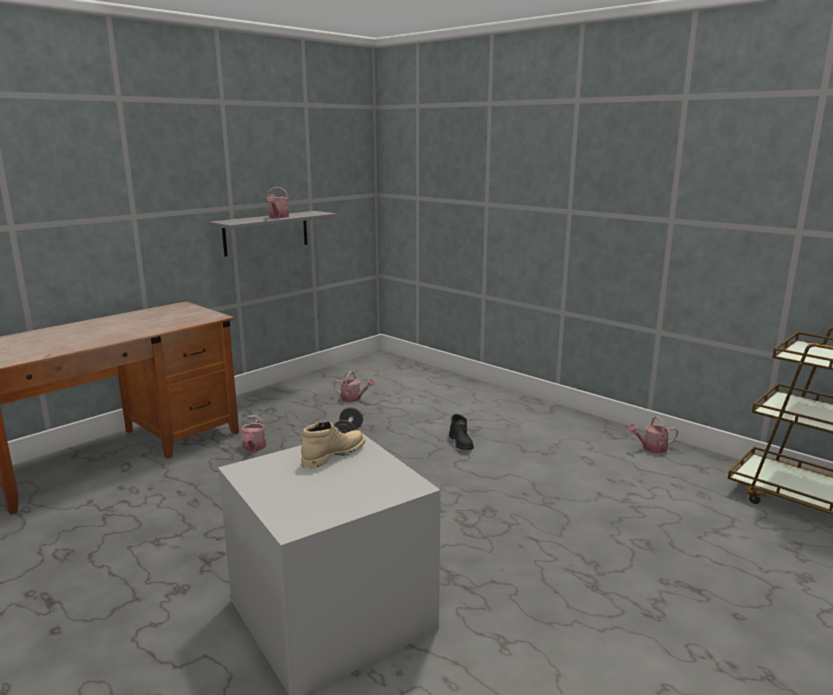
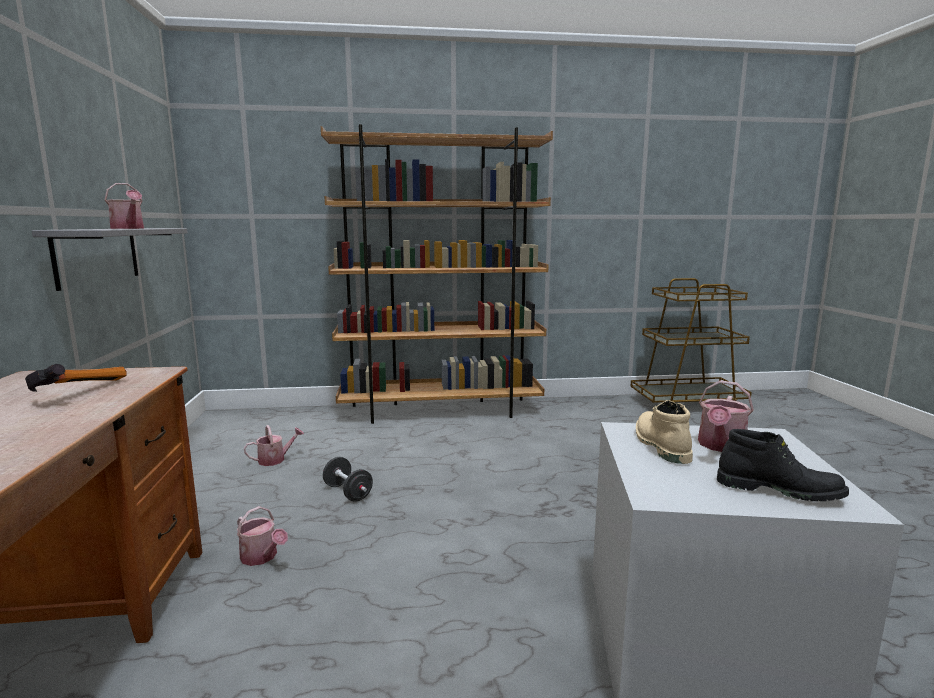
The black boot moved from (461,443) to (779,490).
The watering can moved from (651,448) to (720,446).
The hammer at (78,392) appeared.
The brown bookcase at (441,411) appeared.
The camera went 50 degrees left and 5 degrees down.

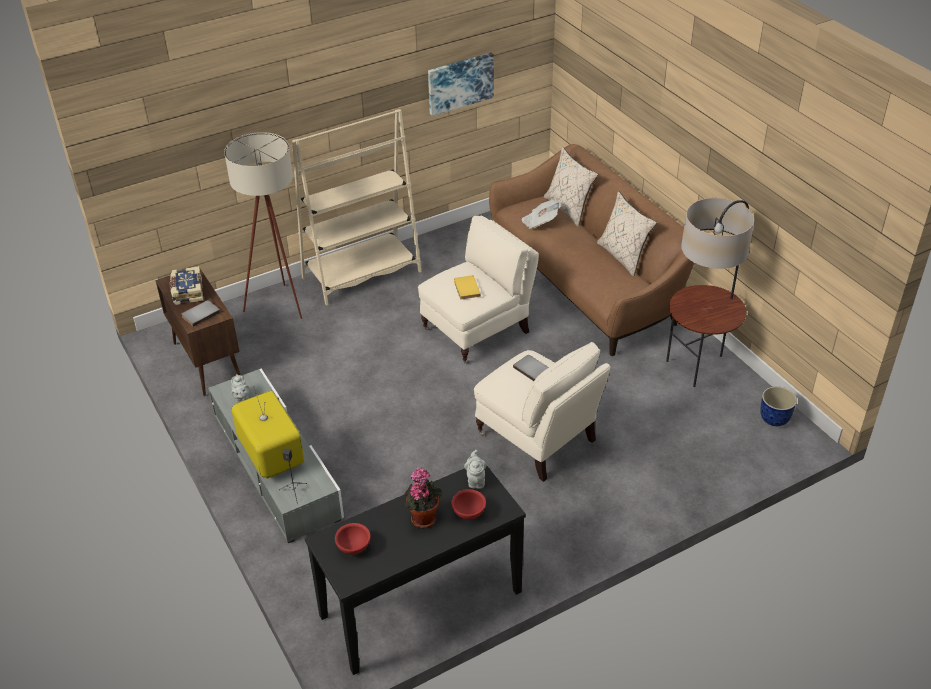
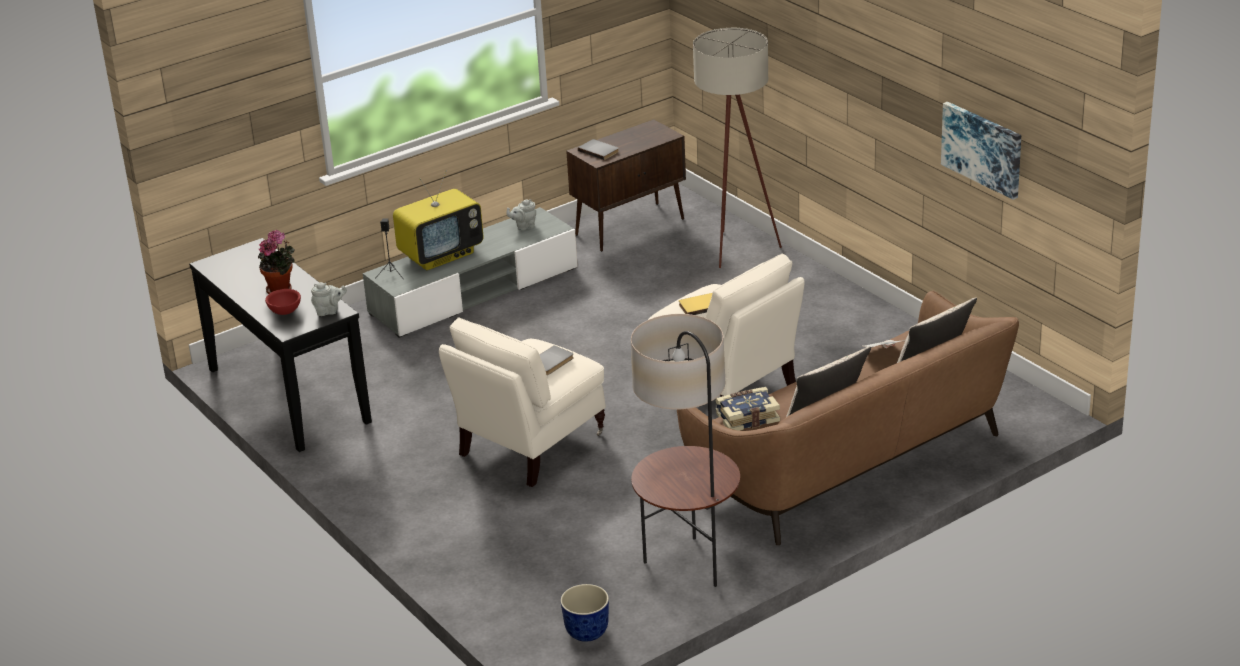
The book moved from (187,292) to (747,417).
The beige bookcase at (362,275) disappeared.
The red bowl at (354,548) disappeared.
The camera went 85 degrees right and 10 degrees down.

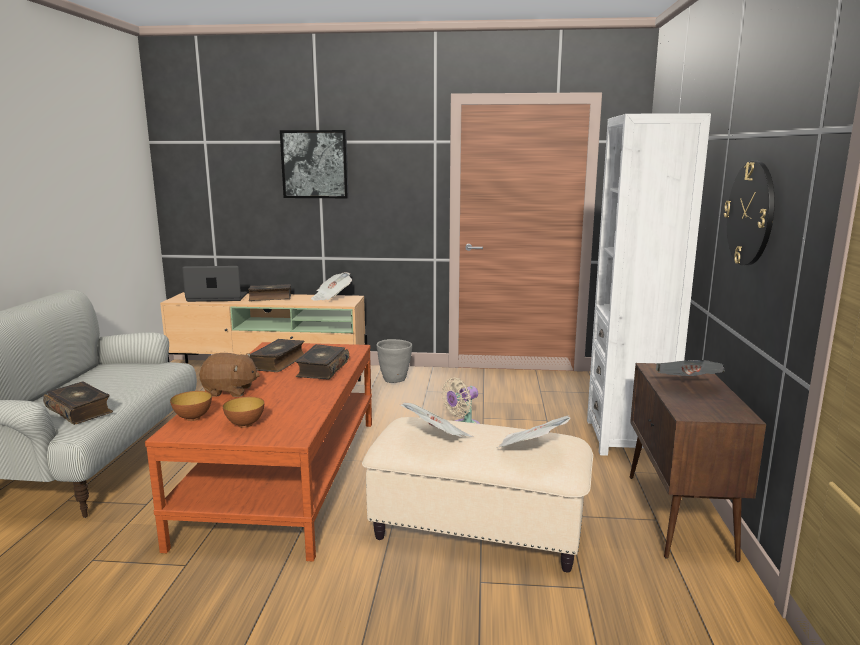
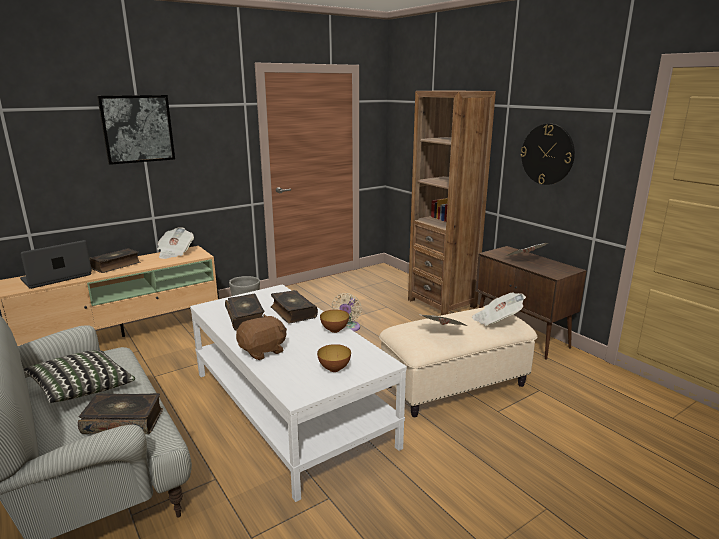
The brown coffee table at (286,476) became the white coffee table at (289,407).
The bowl moved from (193,418) to (334,330).
The white bookcase at (627,438) became the brown bookcase at (442,303).
The pillow at (82,389) appeared.
The camera went 40 degrees left and 5 degrees up.

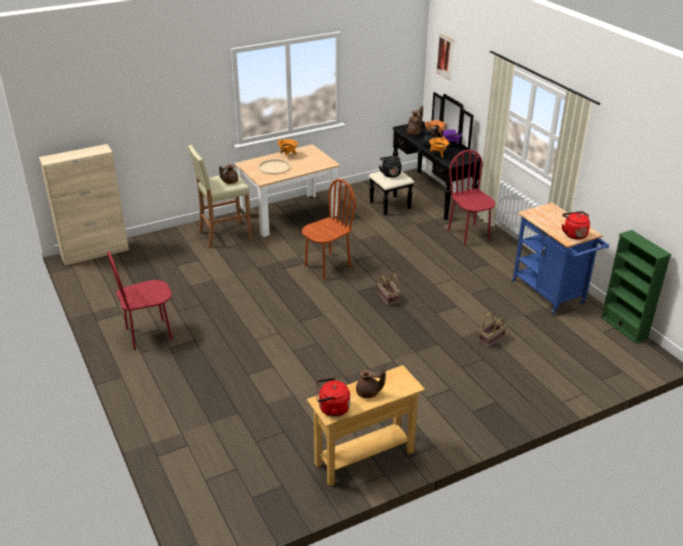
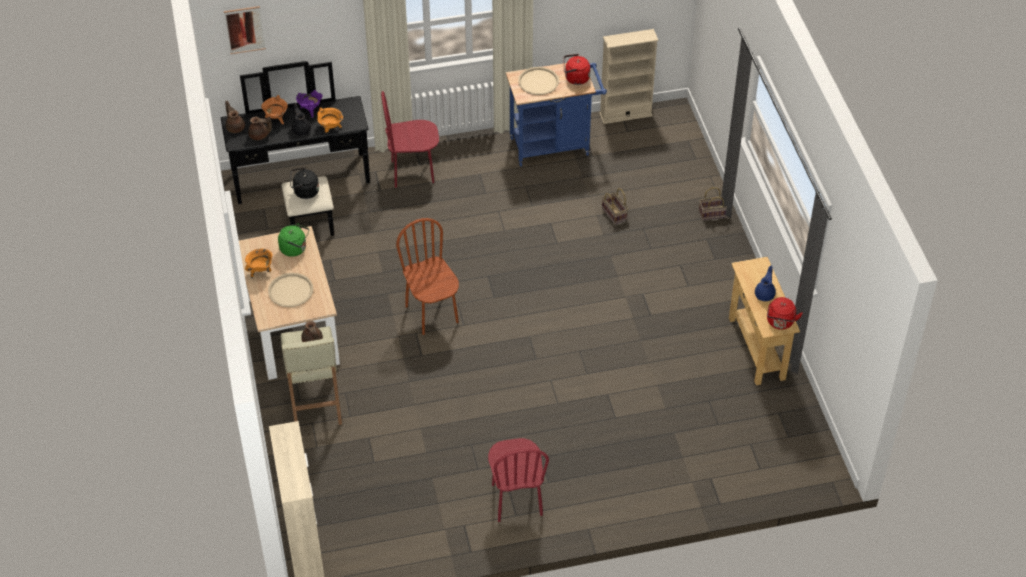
The brown teapot at (368,393) became the blue teapot at (765,294).
The basket moved from (388,298) to (713,213).
The green bookcase at (624,327) became the beige bookcase at (625,114).
The green kettle at (295,249) appeared.
The beige tray at (538,81) appeared.
The camera went 75 degrees left and 15 degrees up.

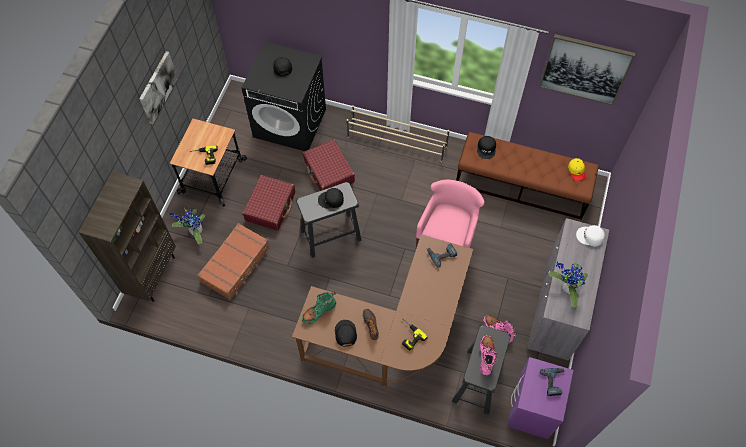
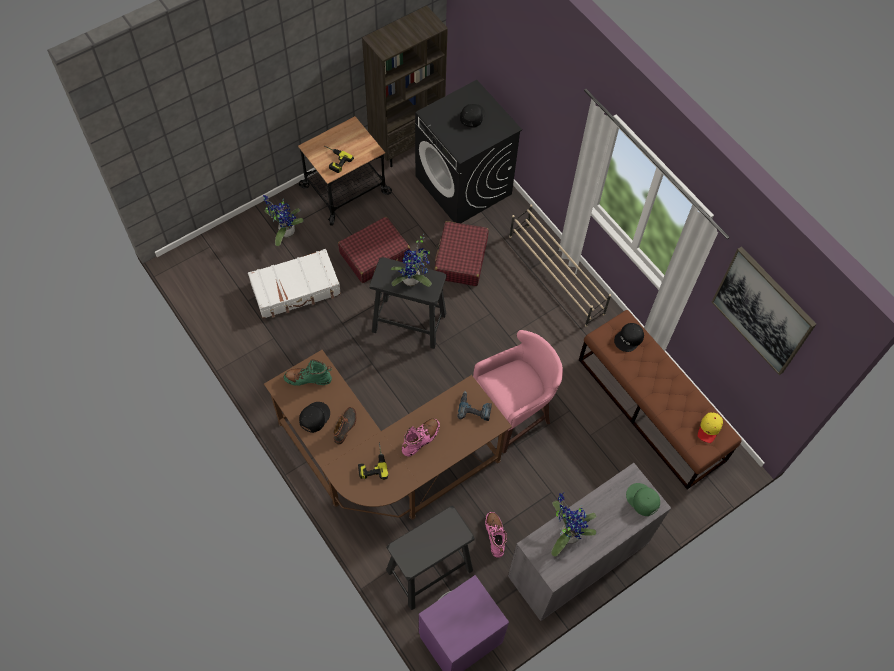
The brown bookcase moved from (152,275) to (406,145).
The picture at (157,87) disappeared.
The brown suitcase at (236,265) became the white suitcase at (296,289).
The black cap at (331,200) was replaced by the potted plant at (413,280).
The pink boot moved from (486,356) to (421,439).
The power drill at (554,382) disappeared.
The white cap at (590,237) became the green cap at (642,500).
The camera went 35 degrees right and 0 degrees up.

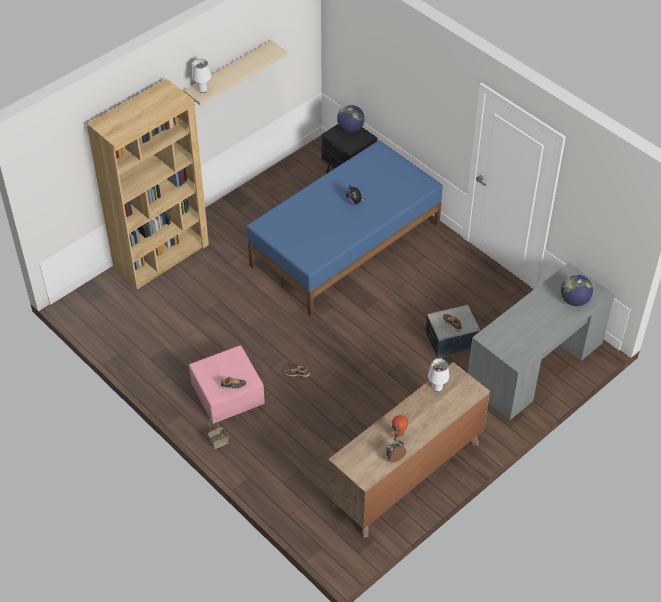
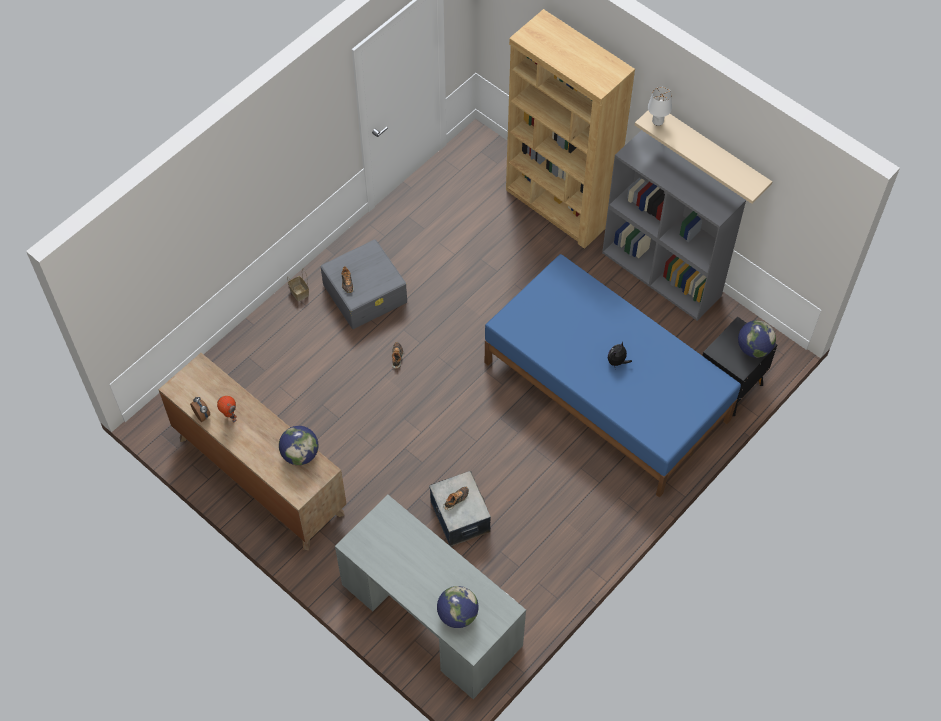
The pink storage box at (227,392) became the grey storage box at (365,293).
The white table lamp at (437,388) was replaced by the globe at (300,454).
The grey bookcase at (662,274) appeared.
The camera went 85 degrees right and 10 degrees up.

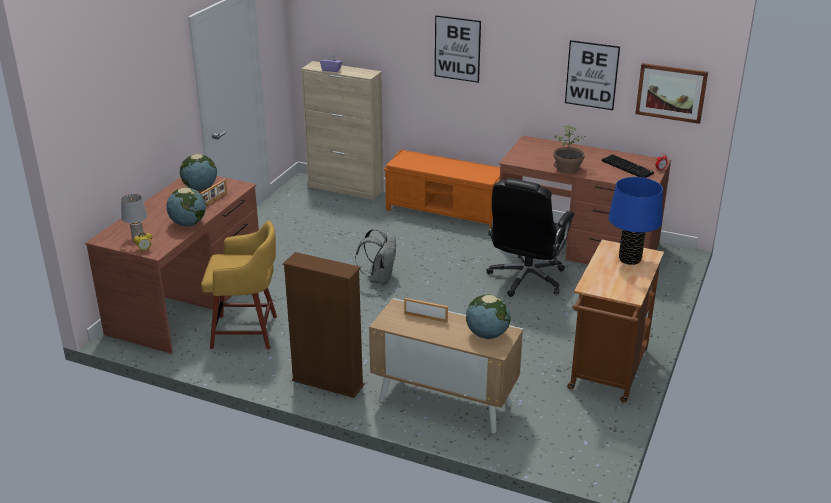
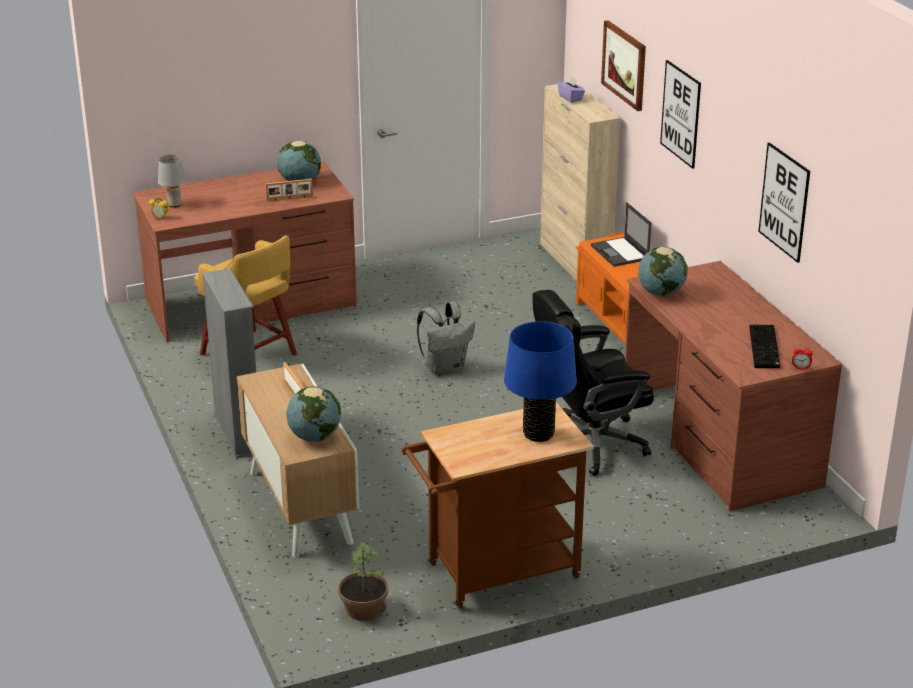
The globe moved from (188,223) to (661,293).
The brown bookcase at (328,383) became the grey bookcase at (238,434).
The potted plant moved from (567,169) to (363,609).
The picture moved from (671,92) to (624,65).
The laptop at (620,252) appeared.
The camera went 45 degrees right and 0 degrees up.

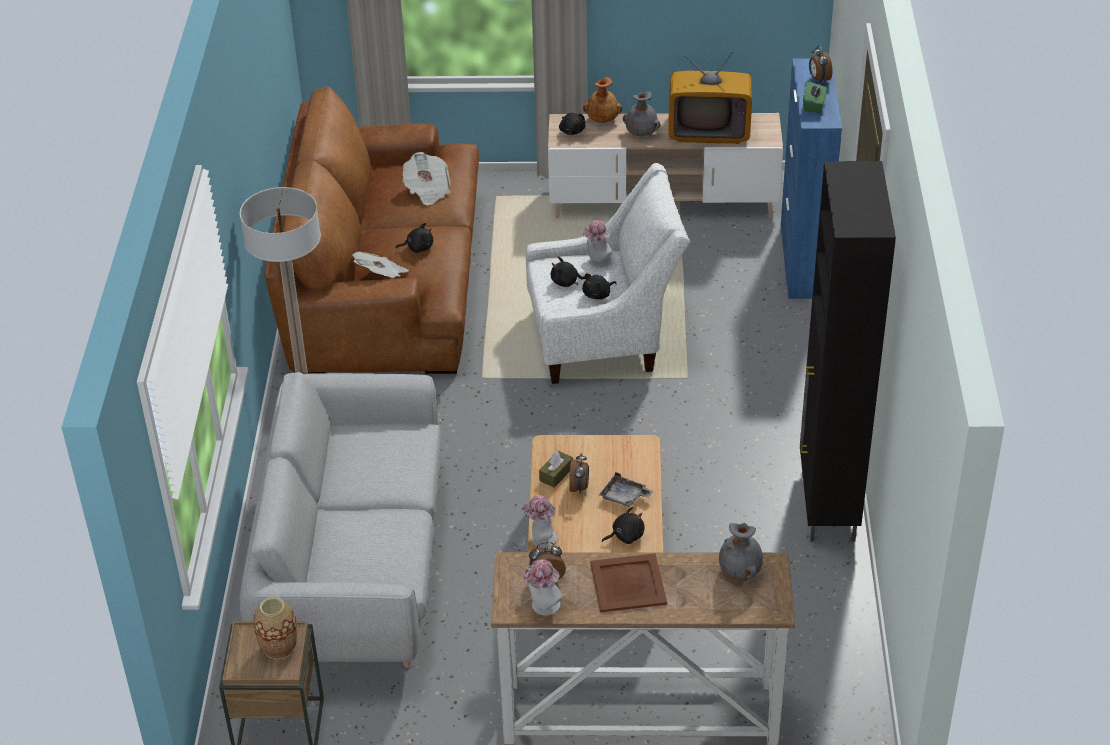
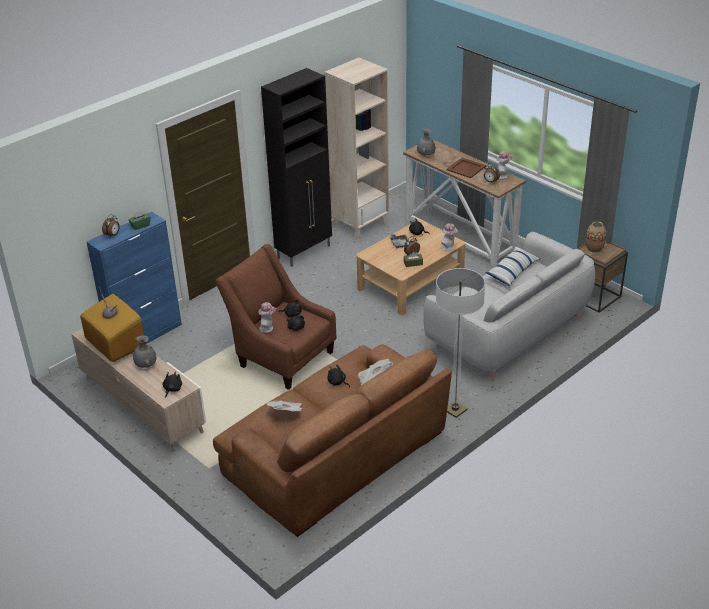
The white armchair at (604,339) became the brown armchair at (281,356).
The brown vase at (602,119) disappeared.
The beige bookcase at (360,225) appeared.
The pillow at (512,271) appeared.
The camera went 135 degrees left and 5 degrees down.

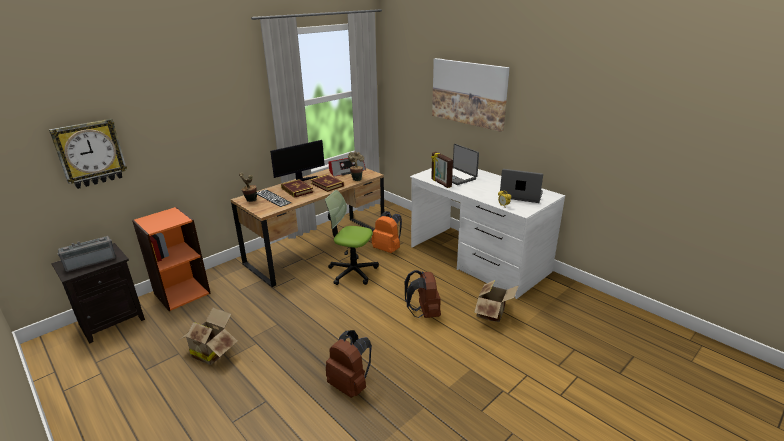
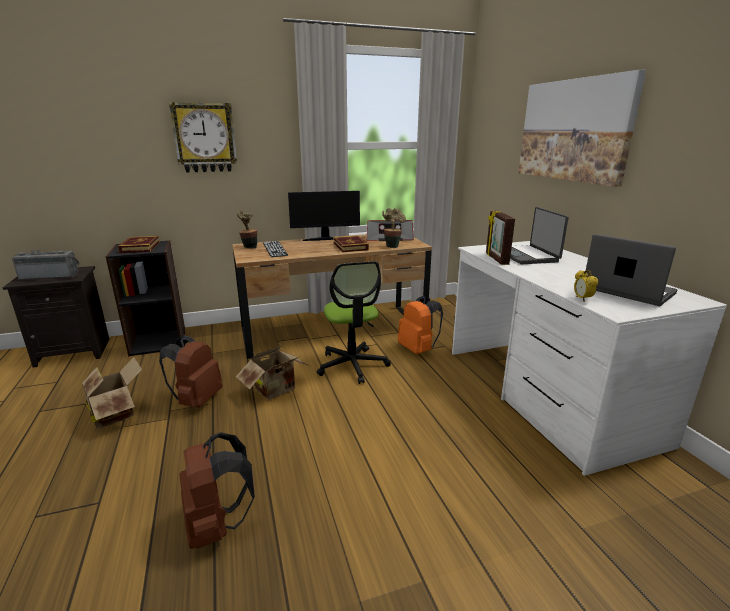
The wall clock moved from (90,153) to (205,138).
The orange bookcase at (182,293) became the black bookcase at (158,341).
The book moved from (297,190) to (140,247).
The office chair at (352,272) turned 150 degrees counterclockwise.
The brown backpack moved from (424,313) to (197,400).
The cardboard box moved from (493,313) to (277,390).
The camera went 25 degrees right and 5 degrees down.

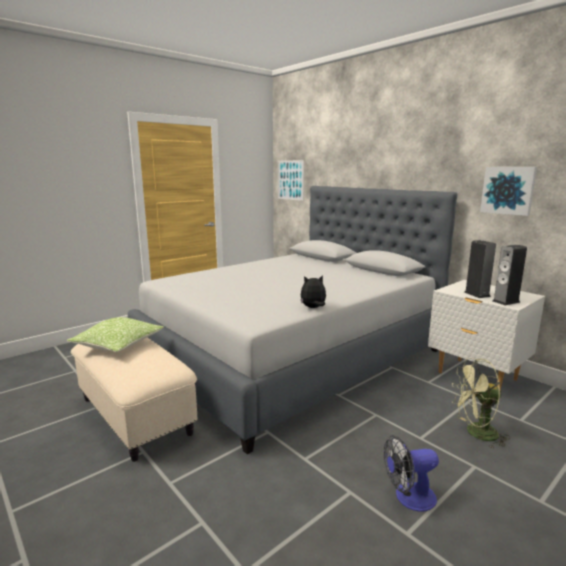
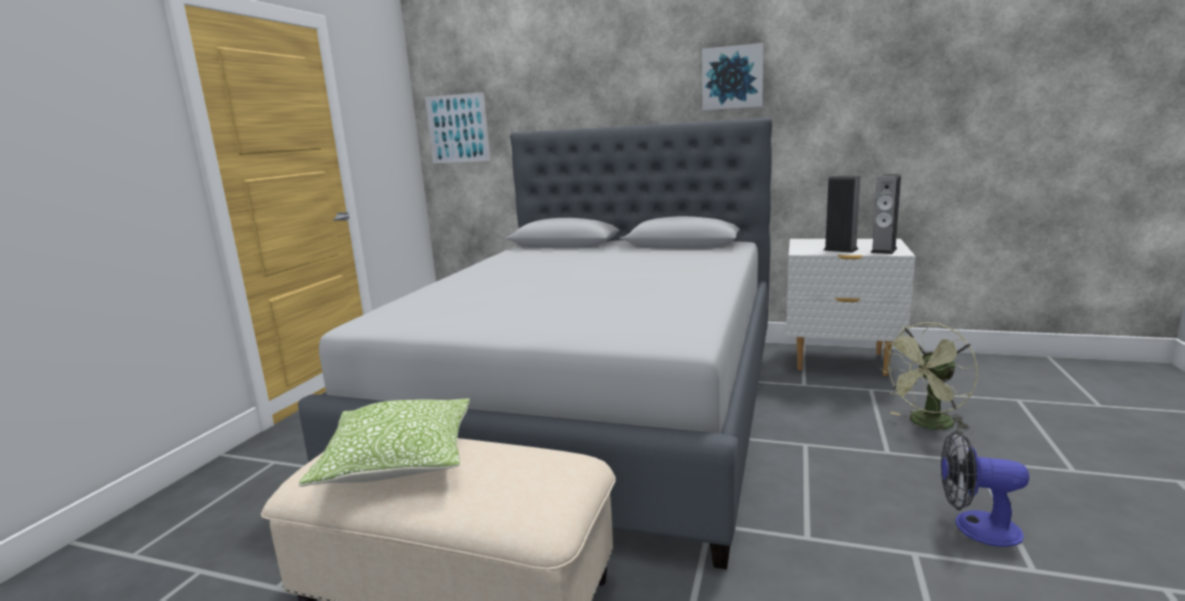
The plush toy at (313,308) disappeared.
The fan at (408,497) turned 60 degrees clockwise.
The picture moved from (508,190) to (732,78).
The camera went 30 degrees left and 0 degrees up.

